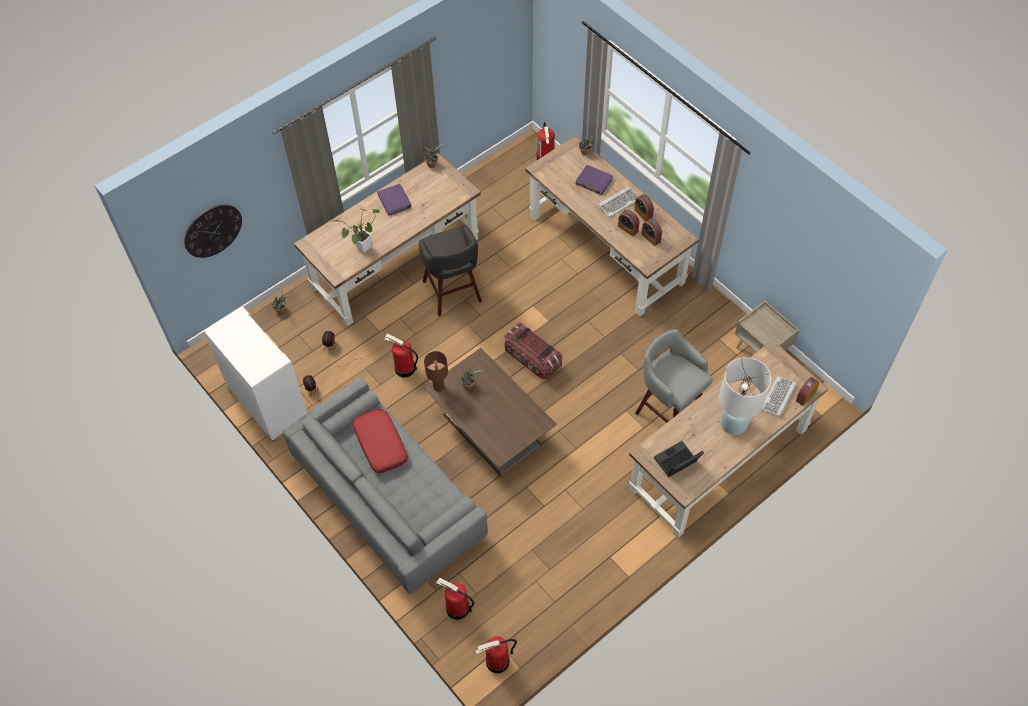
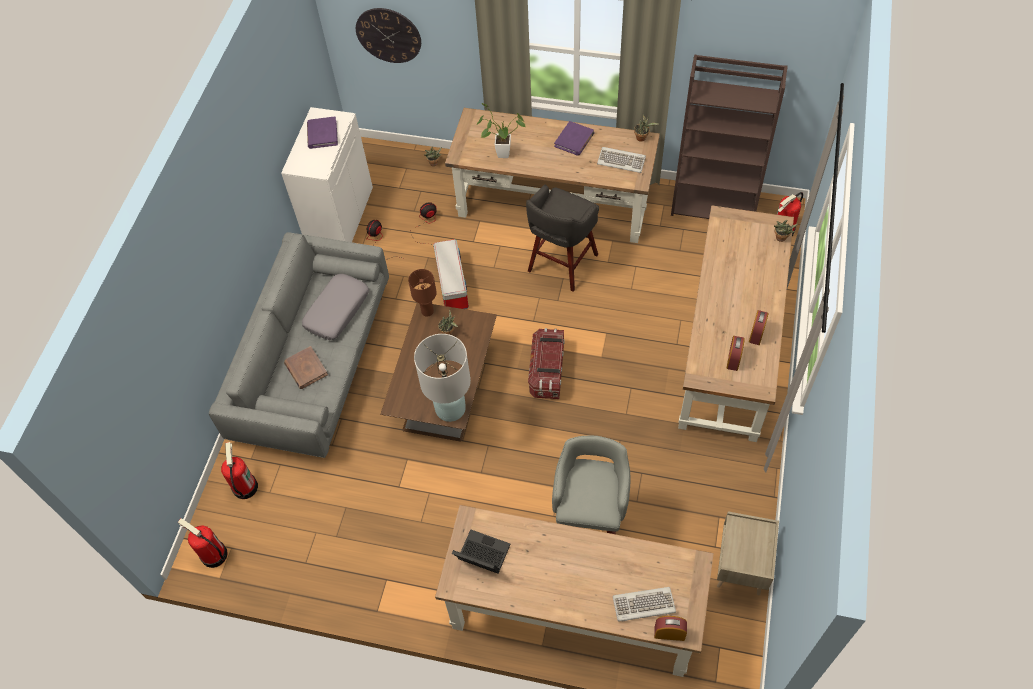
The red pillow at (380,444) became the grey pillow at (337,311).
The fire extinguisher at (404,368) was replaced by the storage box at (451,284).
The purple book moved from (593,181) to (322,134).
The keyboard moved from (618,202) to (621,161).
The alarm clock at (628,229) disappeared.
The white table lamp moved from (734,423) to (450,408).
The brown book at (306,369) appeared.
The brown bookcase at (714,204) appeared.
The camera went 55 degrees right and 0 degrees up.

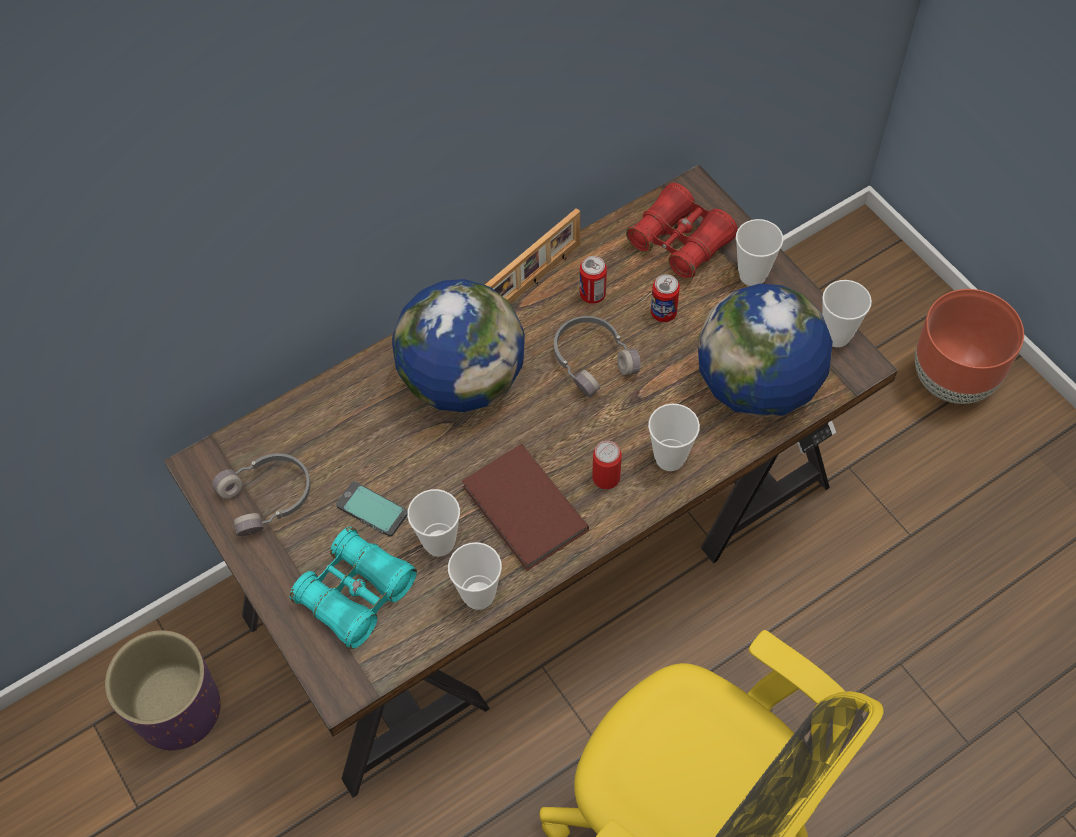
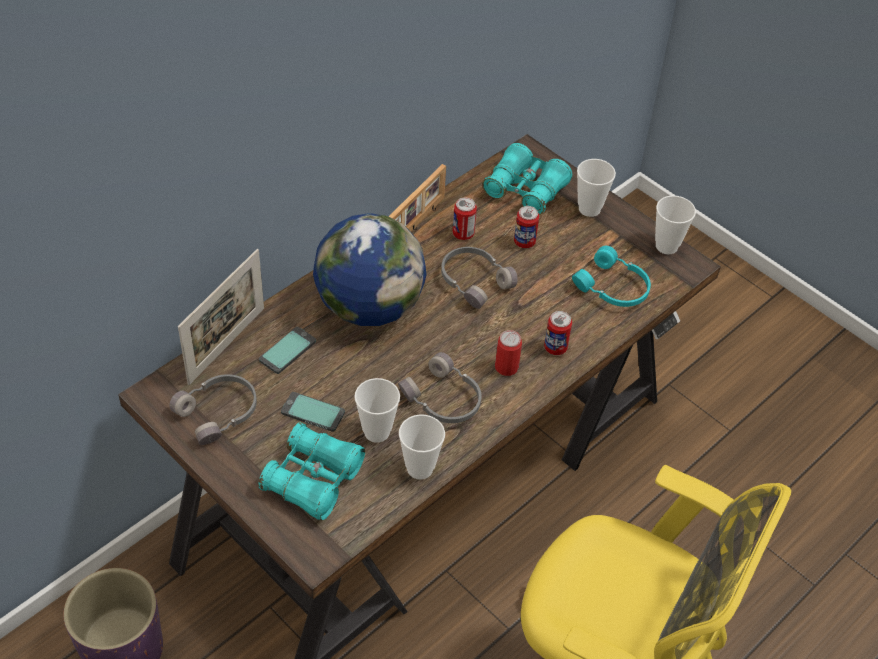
The brown book at (523,511) was replaced by the grey headphones at (443,400).
The red binoculars at (680,242) became the turquoise binoculars at (525,190).
The cup at (670,458) was replaced by the can at (555,348).
The globe at (757,386) was replaced by the turquoise headphones at (613,288).
The brown planter at (953,380) disappeared.
The picture frame at (227,345) appeared.
The phone at (287,351) appeared.
The camera went 15 degrees left and 10 degrees down.

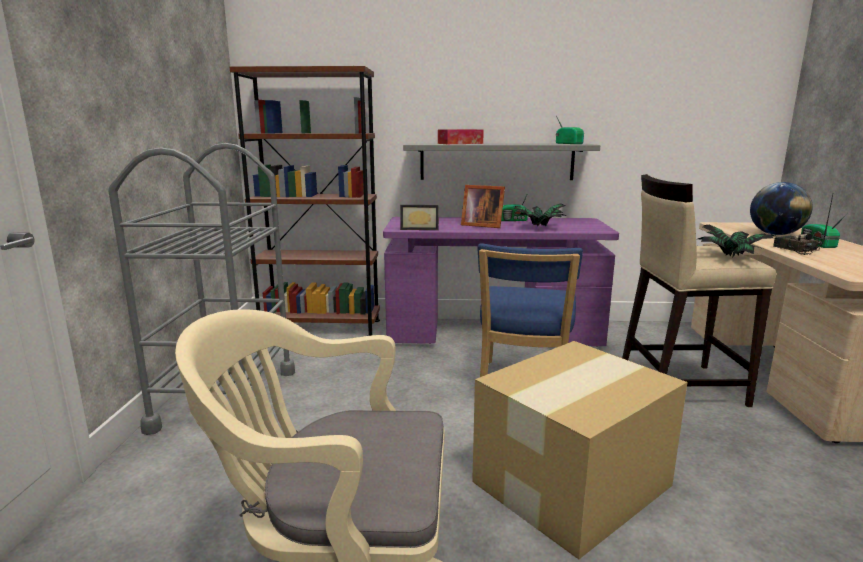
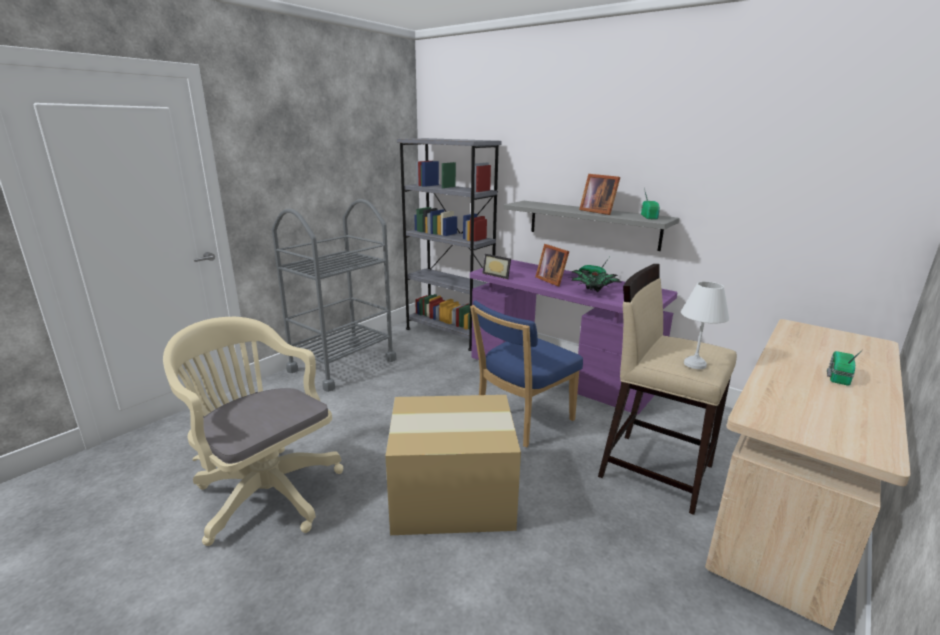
The brown bookcase at (320,327) became the grey bookcase at (448,333).
The tissue box at (460,143) disappeared.
The potted plant at (733,257) was replaced by the white table lamp at (694,364).
The globe at (775,234) disappeared.
The radio at (795,250) disappeared.
The picture frame at (597,211) appeared.
The camera went 35 degrees right and 5 degrees up.

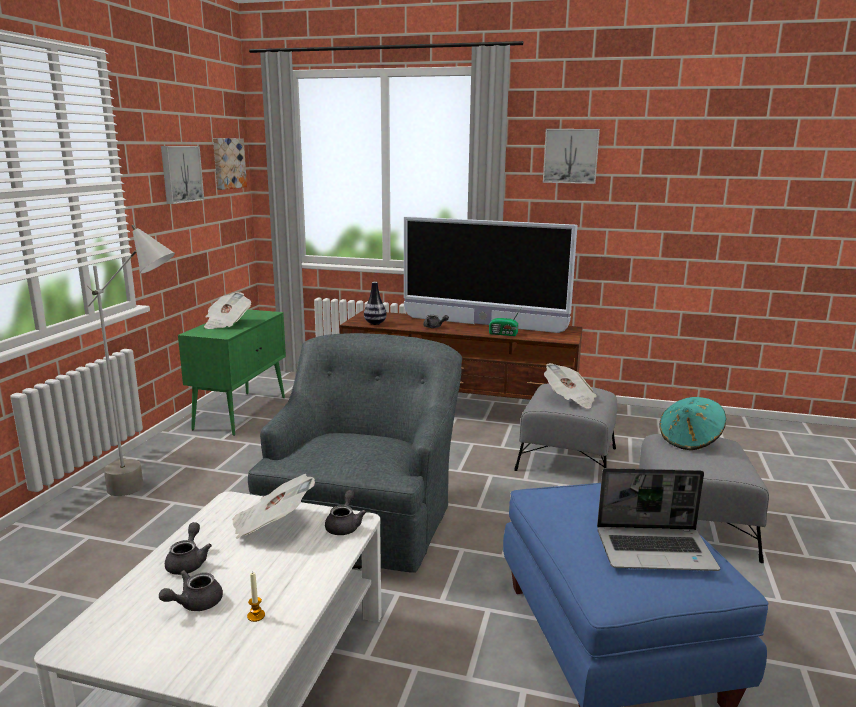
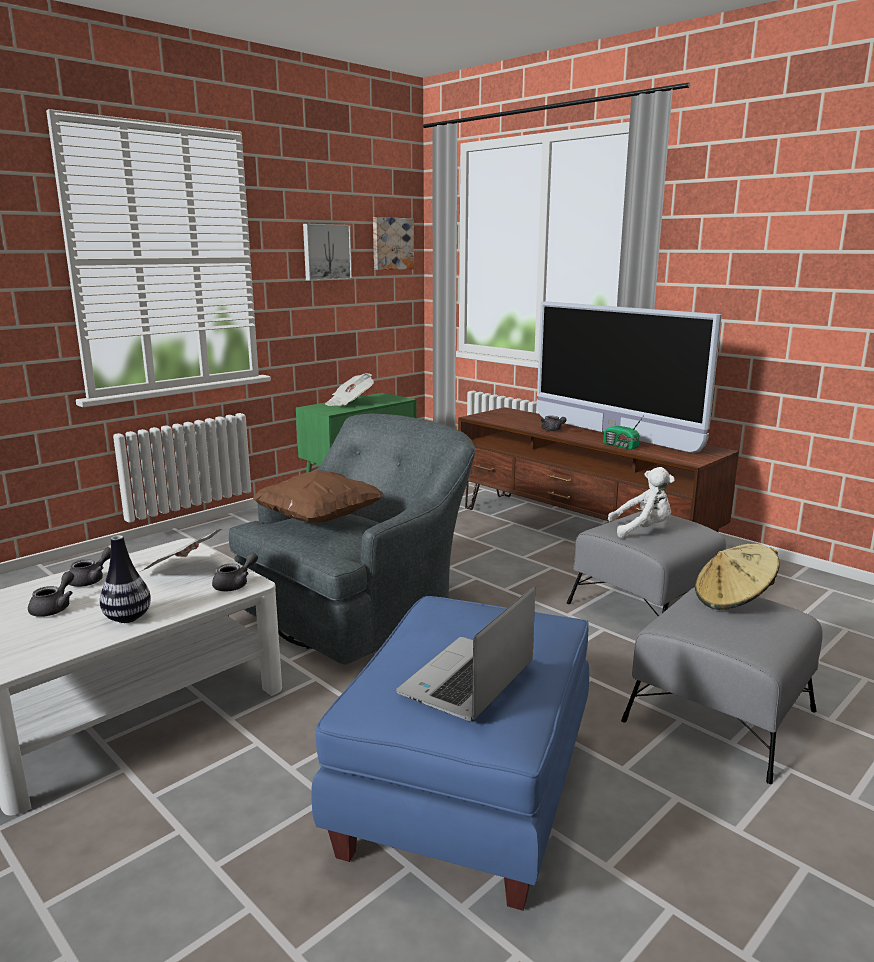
The grey floor lamp at (152,489) disappeared.
The grey teapot at (195,603) turned 120 degrees clockwise.
The candle at (256,616) disappeared.
The vase moved from (375,323) to (127,618).
The picture at (570,156) disappeared.
The newspaper at (569,399) was replaced by the white plush toy at (642,529).
The laptop at (656,550) turned 90 degrees clockwise.
The turquoise hat at (690,441) became the beige hat at (733,600).
The brown pillow at (319,519) appeared.
The camera went 30 degrees right and 0 degrees up.

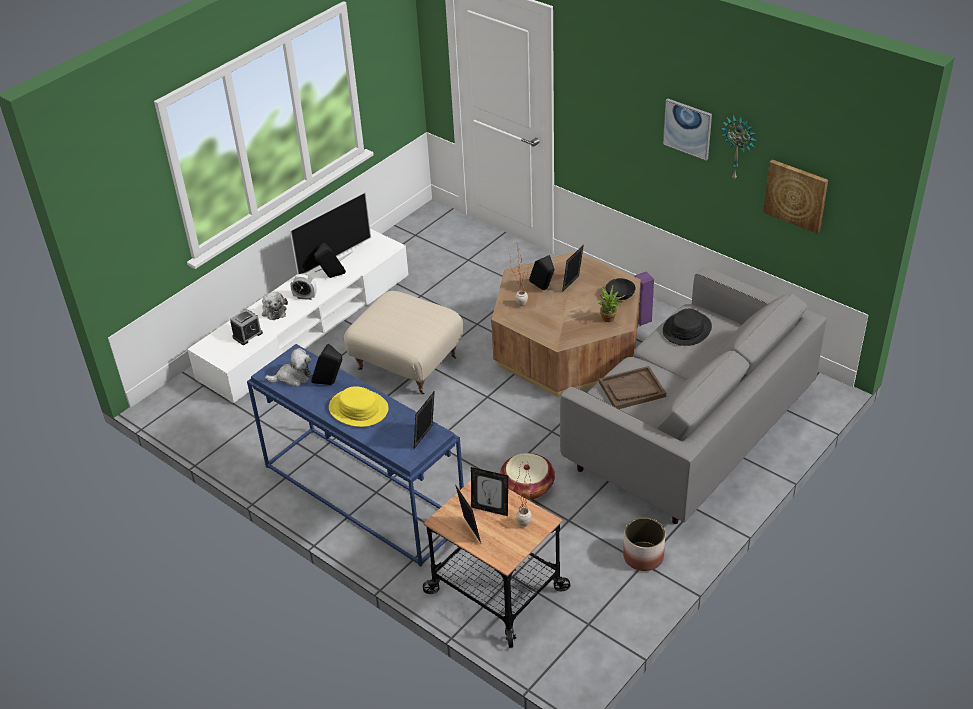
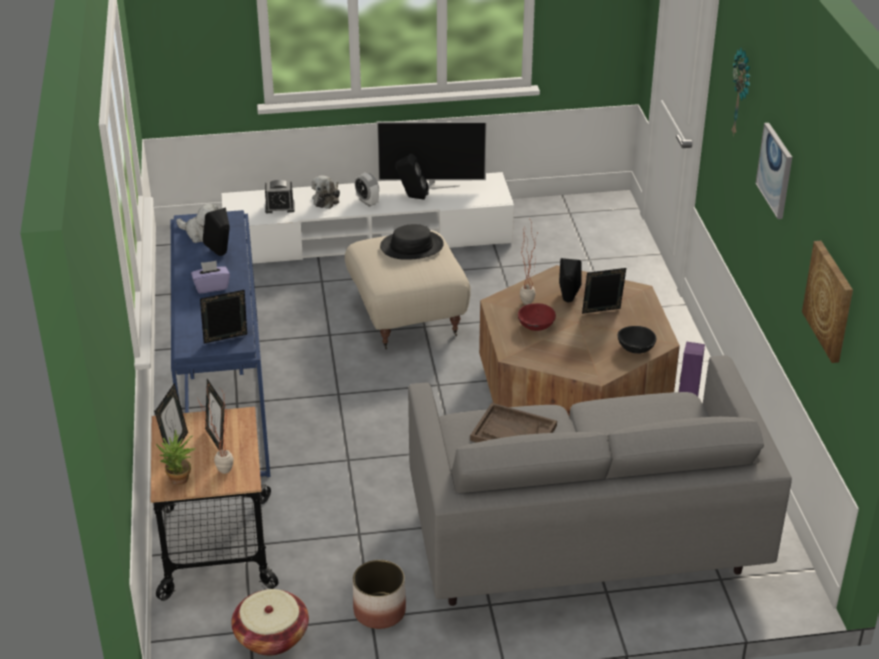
The yellow hat at (358,409) was replaced by the purple tissue box at (211,287).
The basket moved from (527,486) to (271,636).
The potted plant moved from (610,319) to (178,482).
The black hat moved from (687,329) to (412,246).
The wall clock moved from (738,147) to (742,93).
The red bowl at (535,325) appeared.
The camera went 40 degrees right and 5 degrees down.

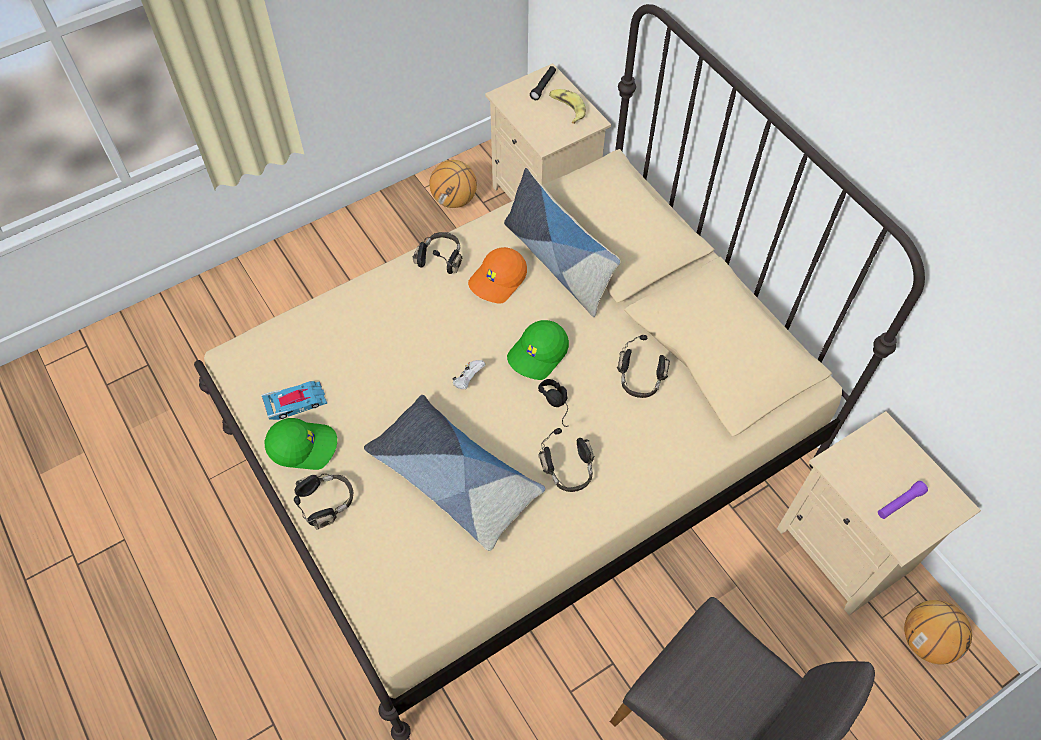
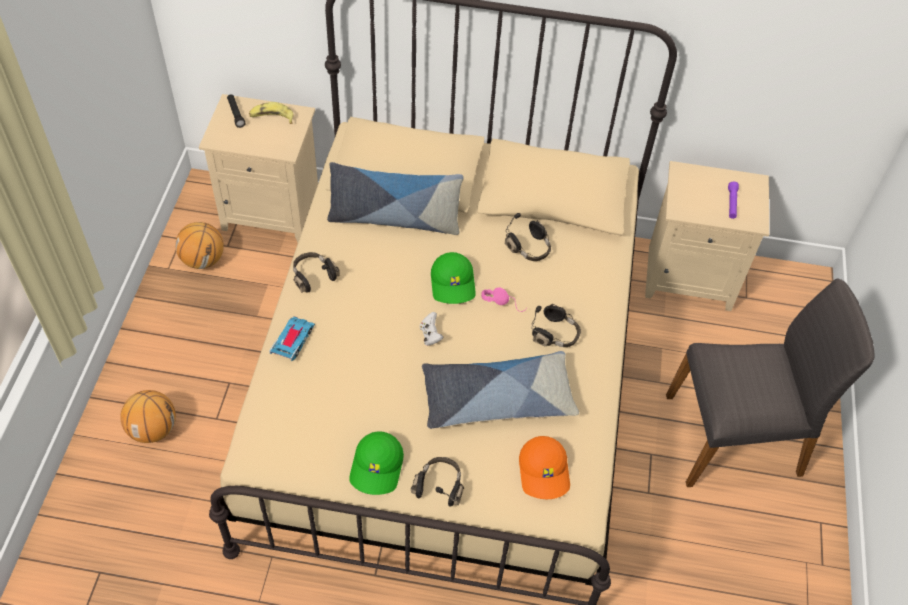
The toy car moved from (296,402) to (293,340).
The green cap at (303,445) turned 150 degrees clockwise.
The orange cap moved from (498,281) to (545,472).
The black headphones at (560,405) became the pink headphones at (503,302).
The basketball moved from (926,640) to (153,429).
The camera went 50 degrees left and 5 degrees down.

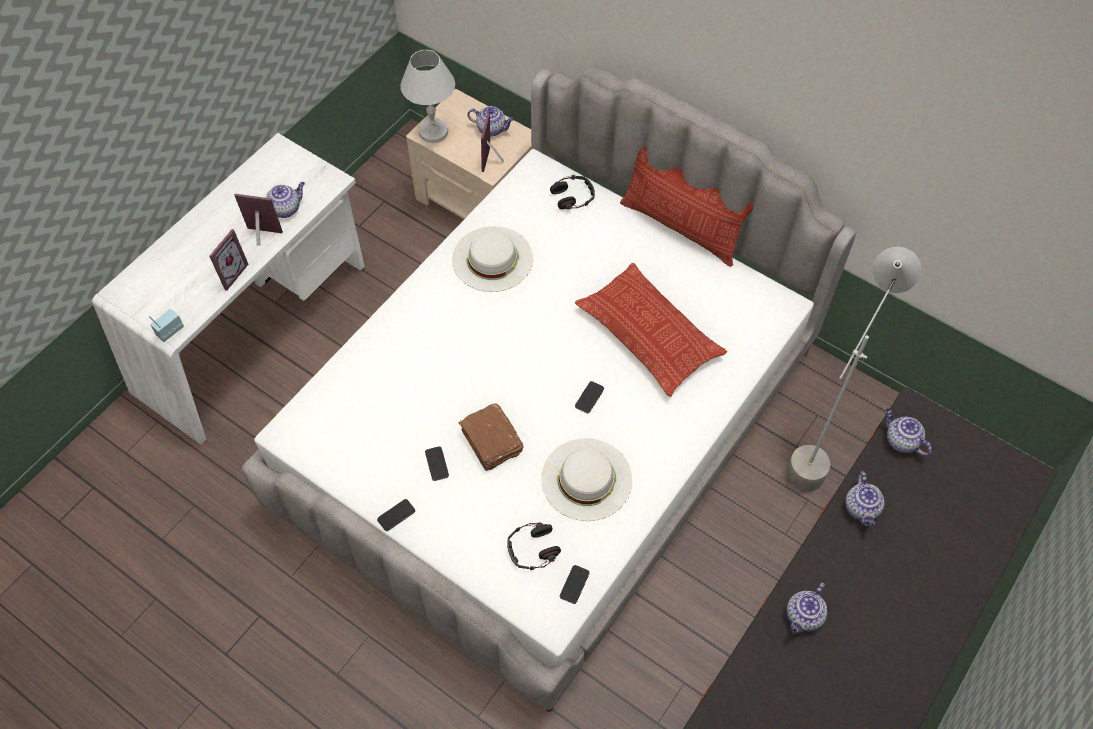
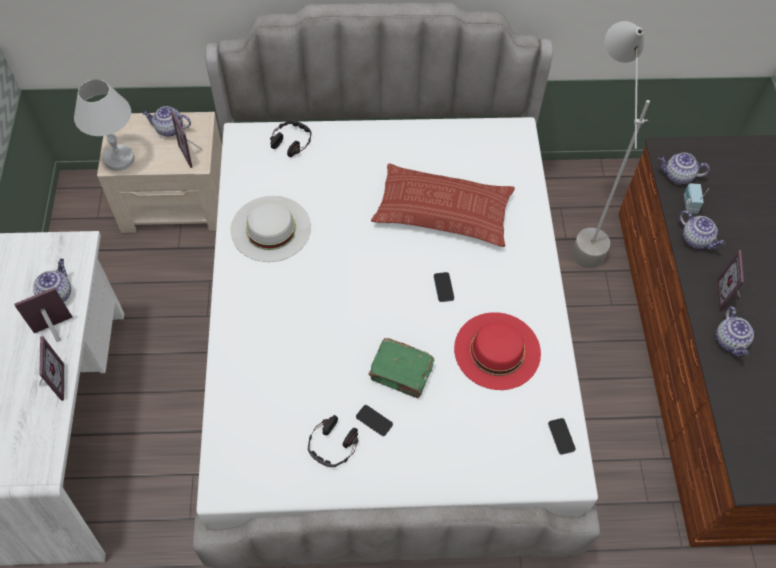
The radio moved from (169,331) to (689,204).
The phone at (396,515) disappeared.
The brown book at (491,443) became the green book at (401,373).
The teapot at (492,129) turned 150 degrees counterclockwise.
The headphones moved from (533,549) to (333,445).
The white hat at (586,479) became the red hat at (497,350).
The pillow at (680,228) disappeared.
The picture frame at (729,296) appeared.
The camera went 40 degrees left and 0 degrees up.

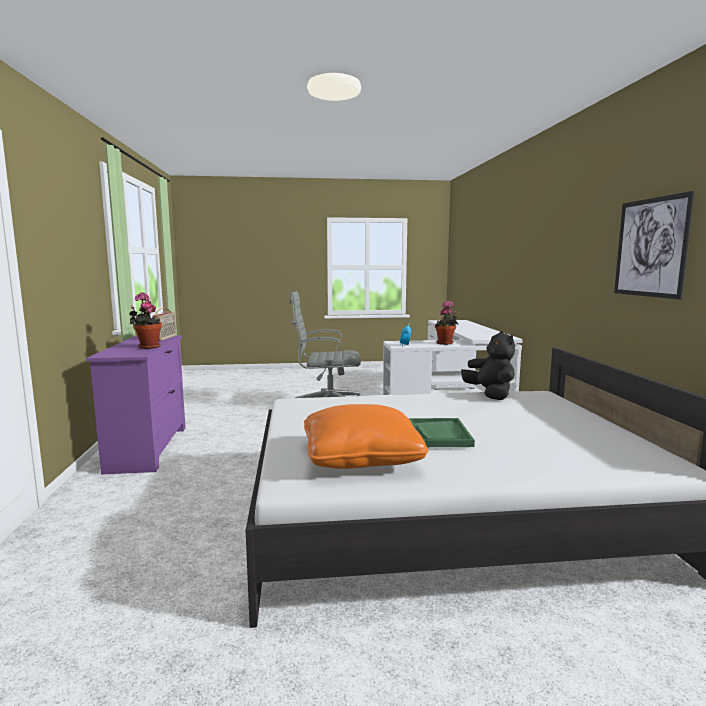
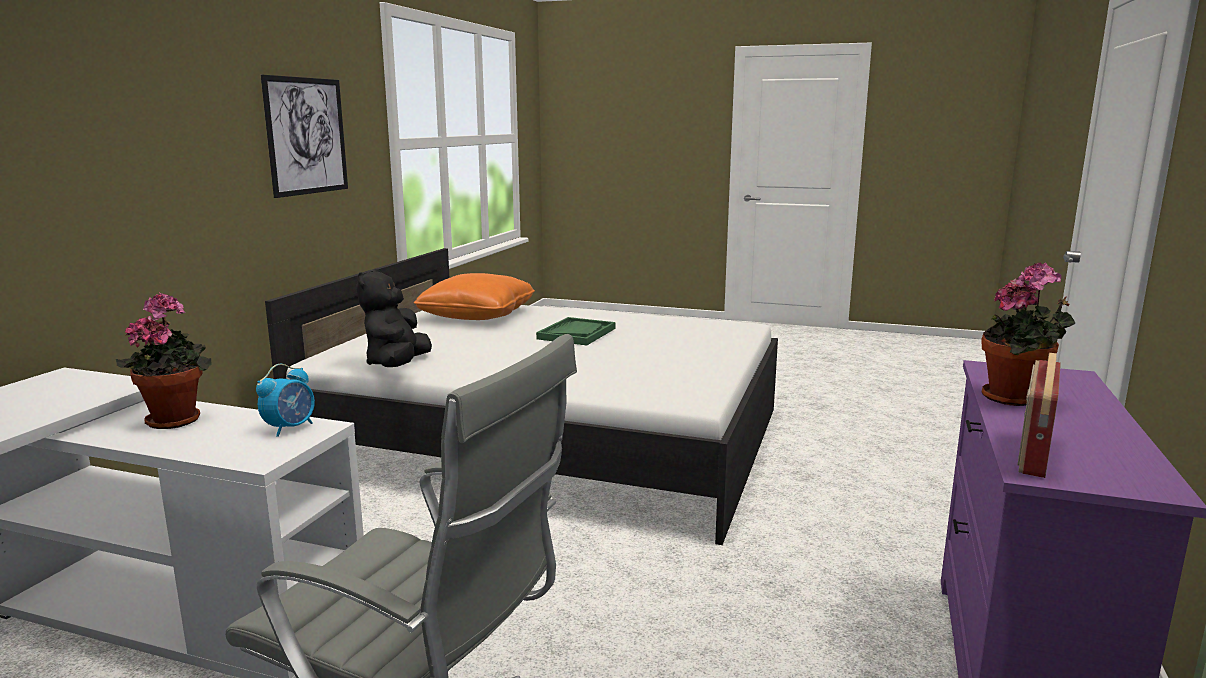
The orange pillow moved from (361,457) to (477,315).
The camera went 155 degrees left and 5 degrees up.

